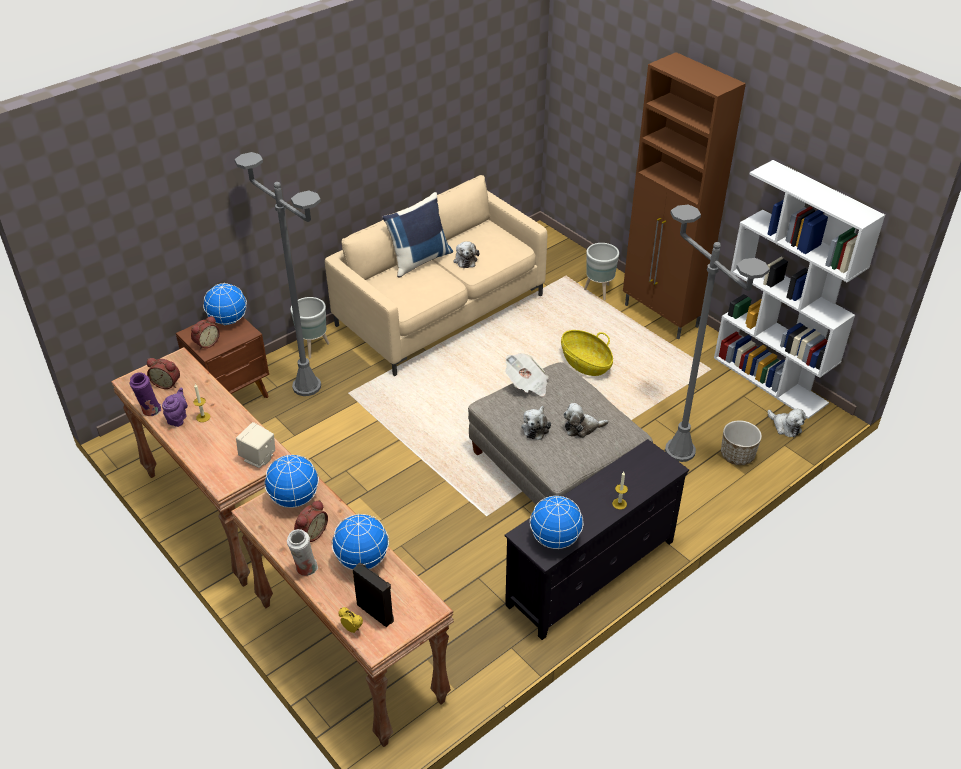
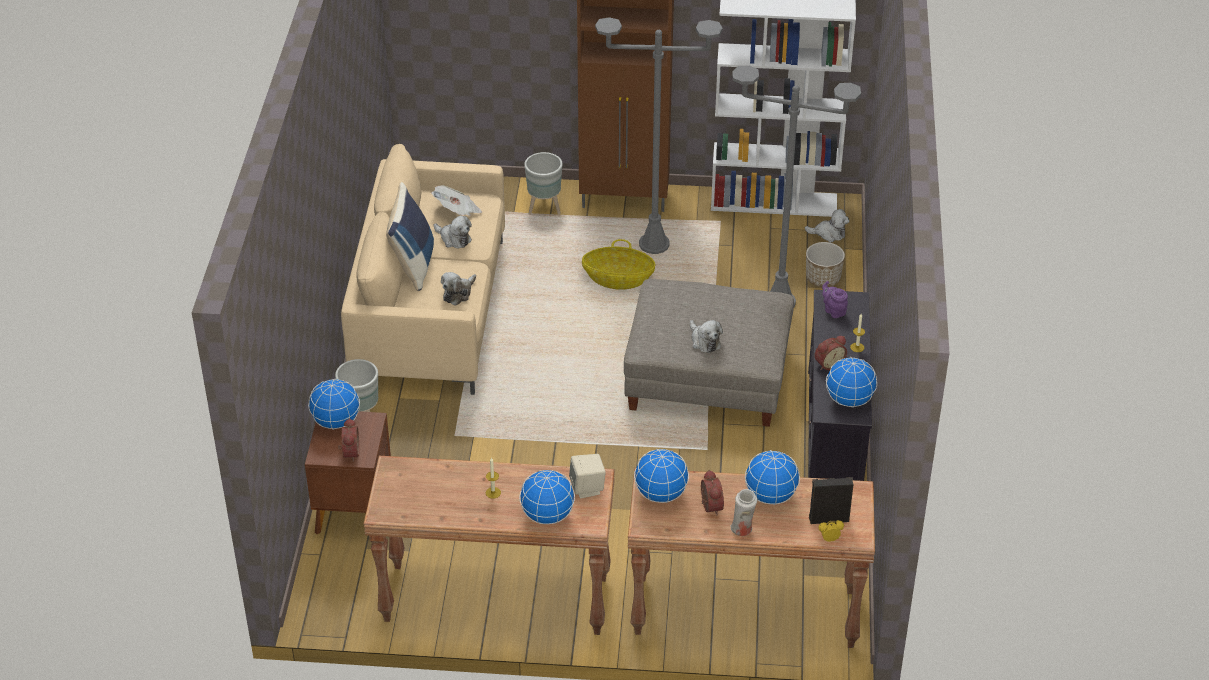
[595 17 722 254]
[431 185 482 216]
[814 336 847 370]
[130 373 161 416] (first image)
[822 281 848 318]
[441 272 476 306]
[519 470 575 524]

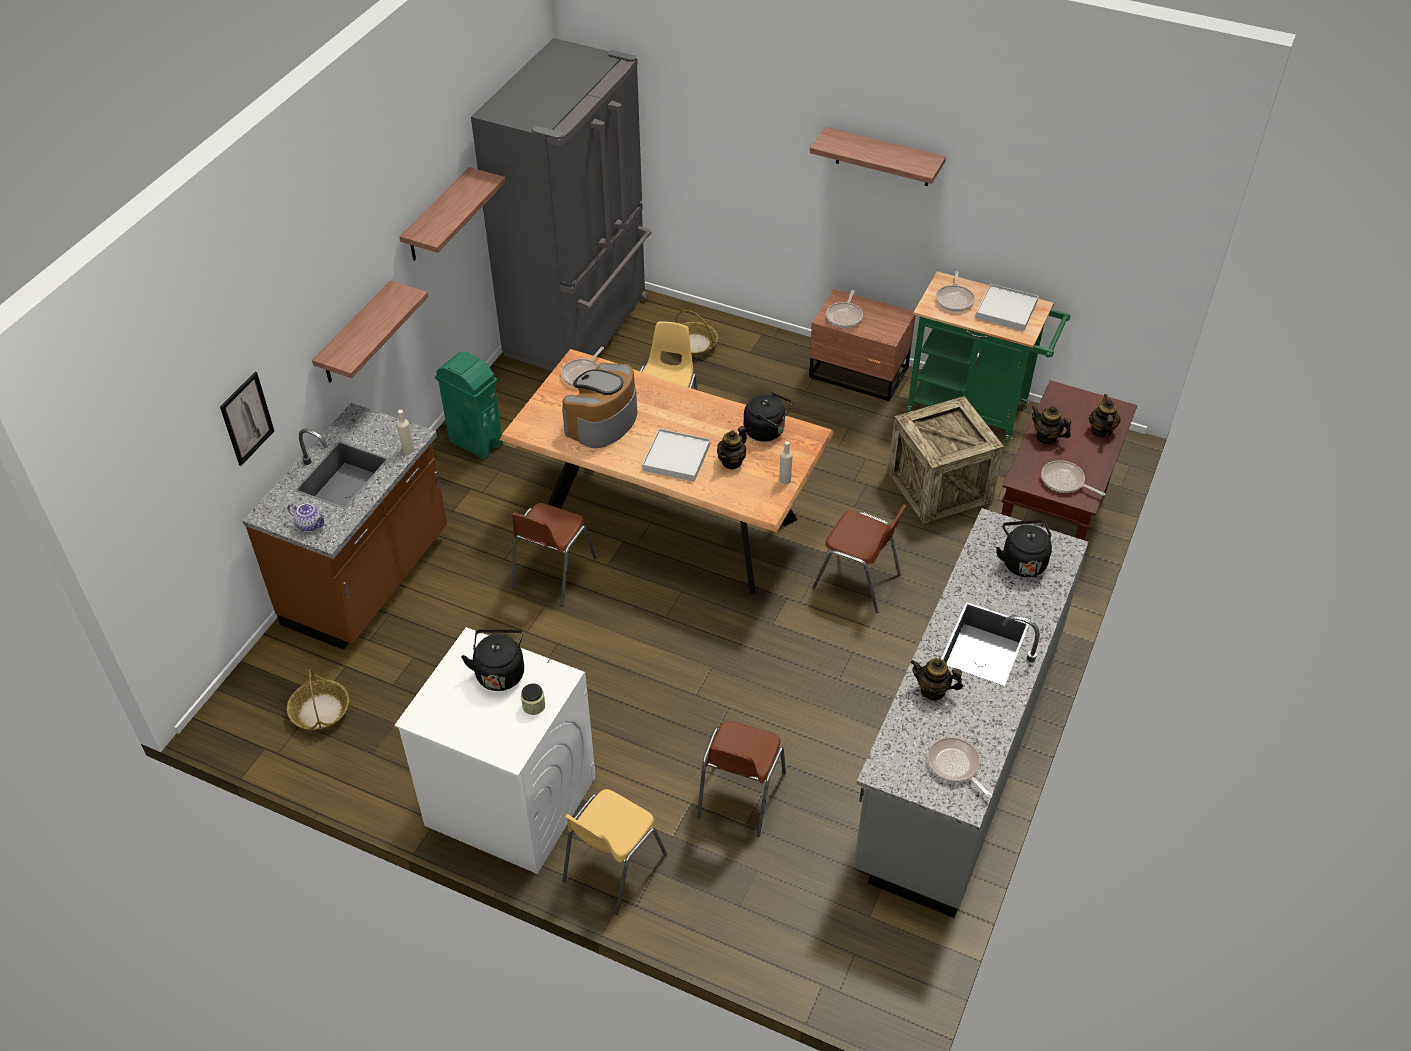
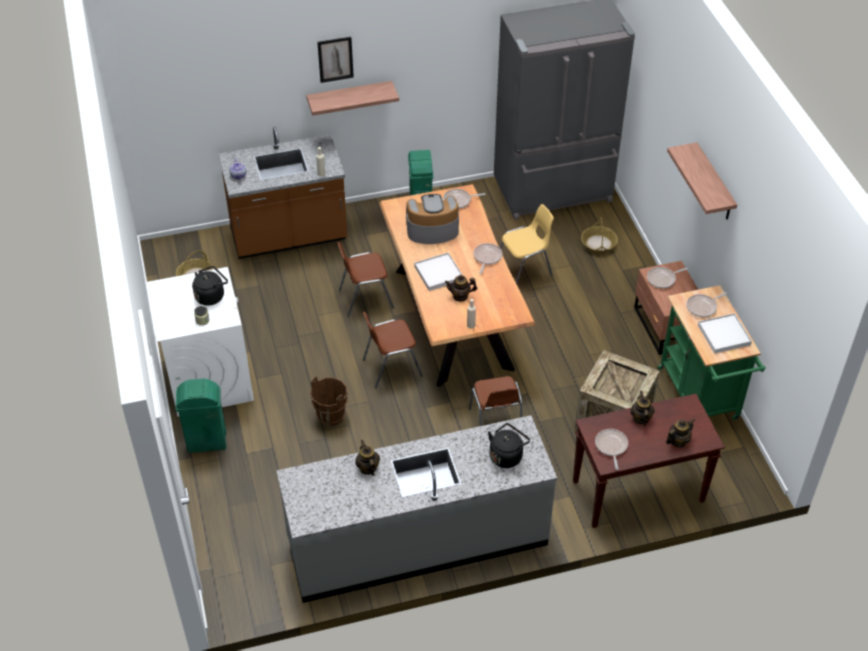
[399 167 506 261] (first image)
[317 37 354 83]
[744 392 793 442] (first image)
[363 312 423 388]
[473 243 502 274]
[176 379 226 453]
[310 377 347 426]

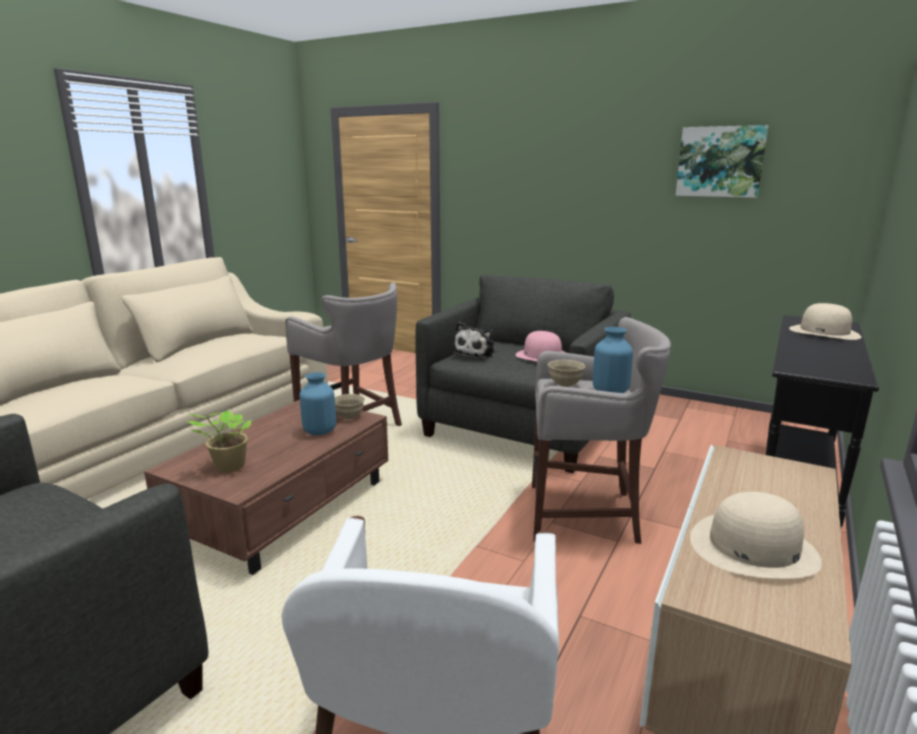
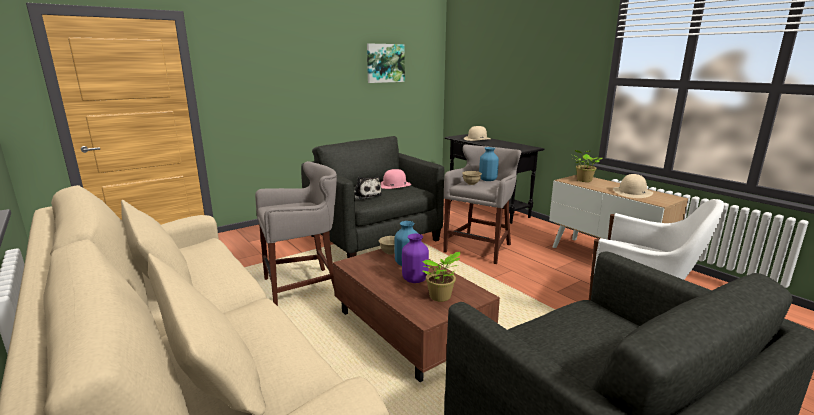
[573 150 602 182]
[402 234 429 283]

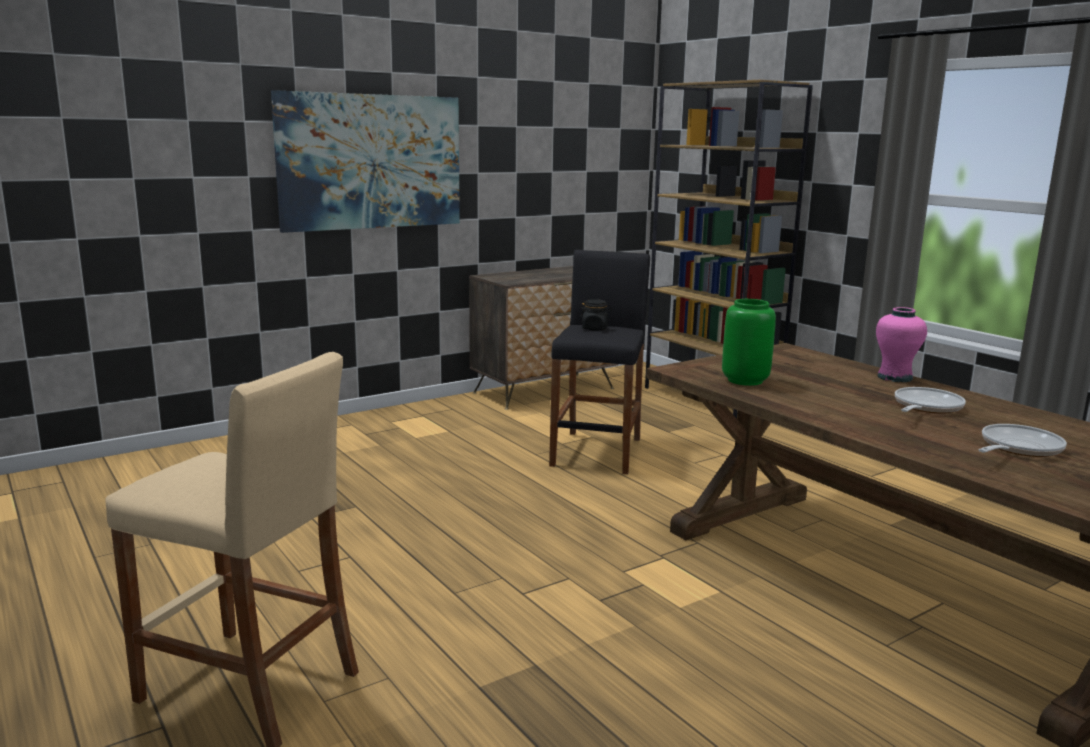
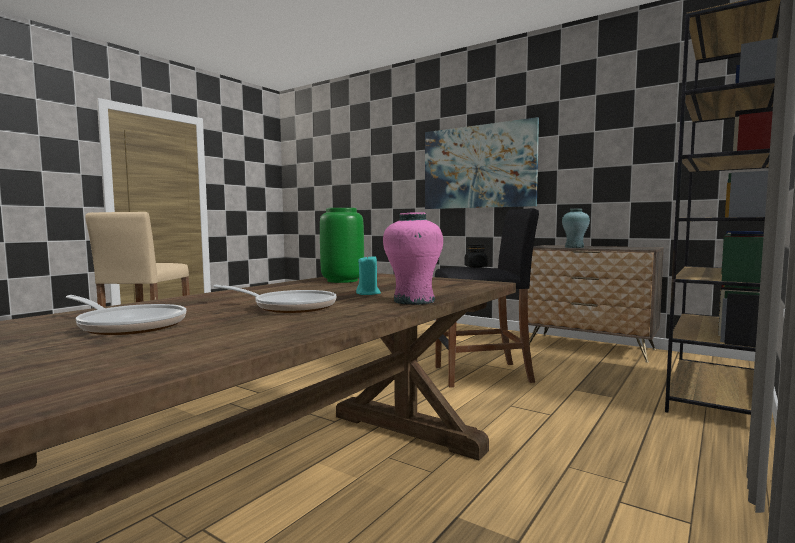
[562 209 590 248]
[356 255 381 295]

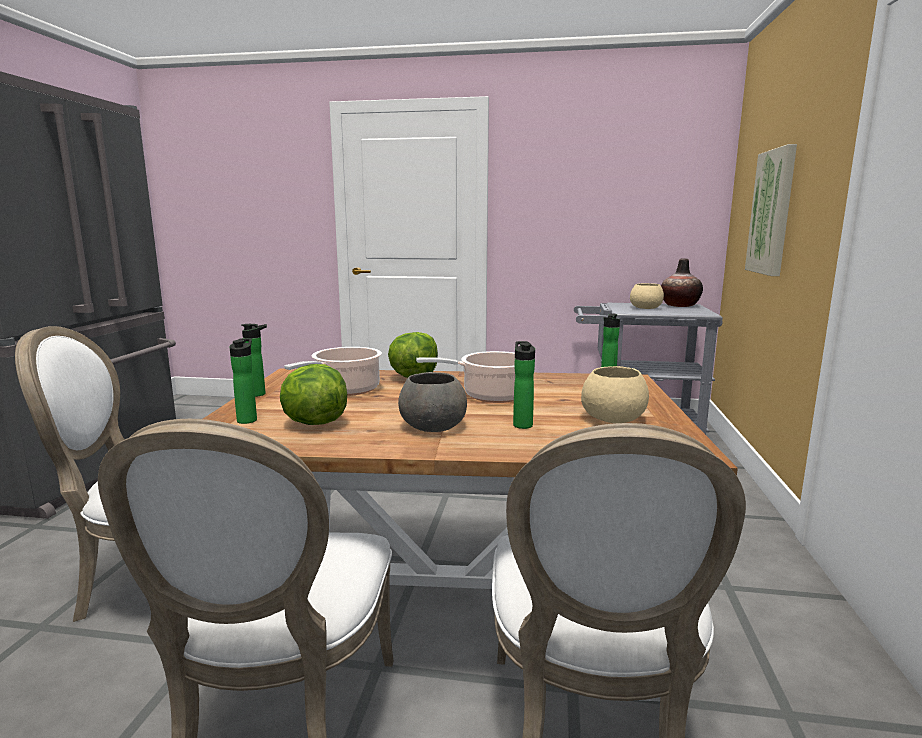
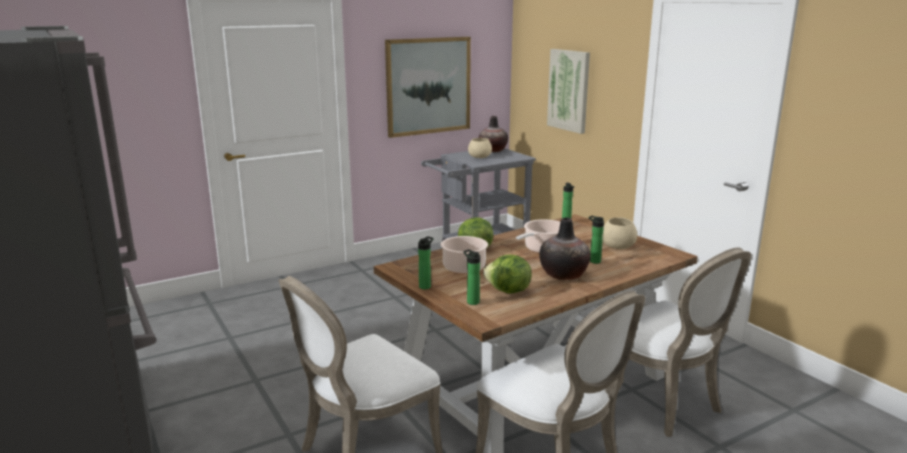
[539 217 591 280]
[385 37 471 138]

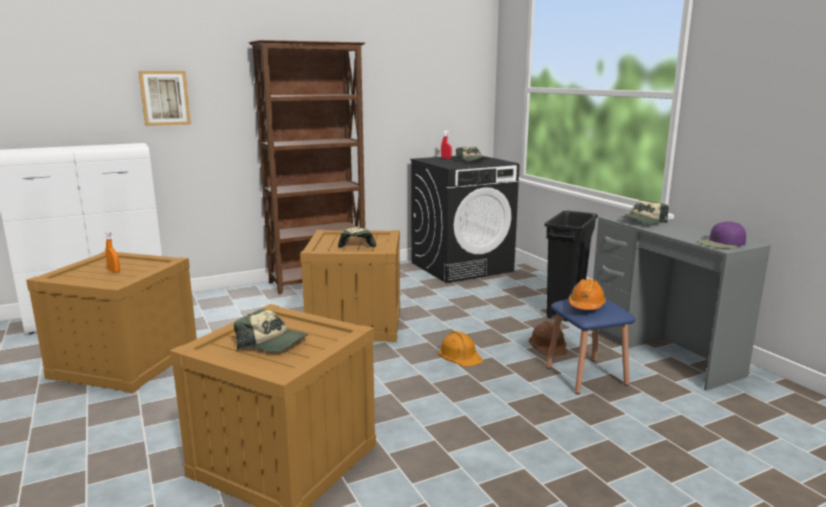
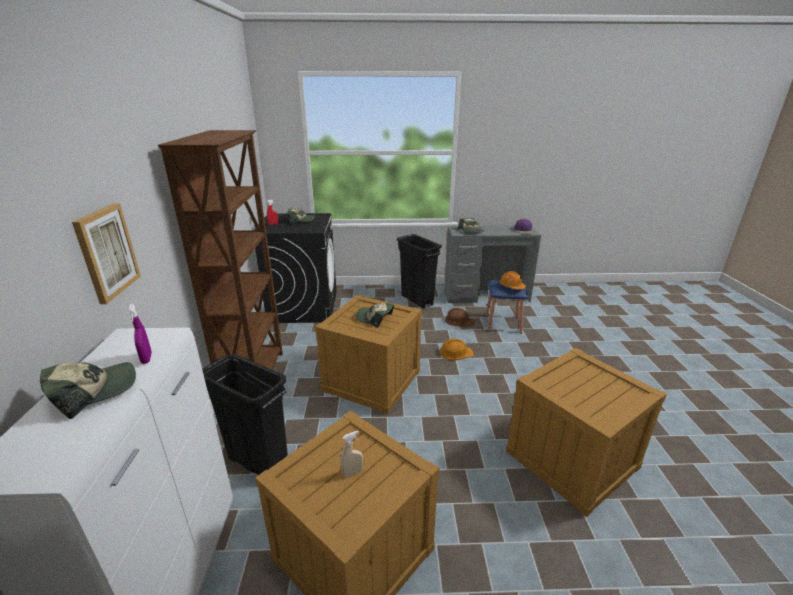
[340 431 363 478]
[40 362 136 419]
[128 304 152 364]
[202 353 288 475]

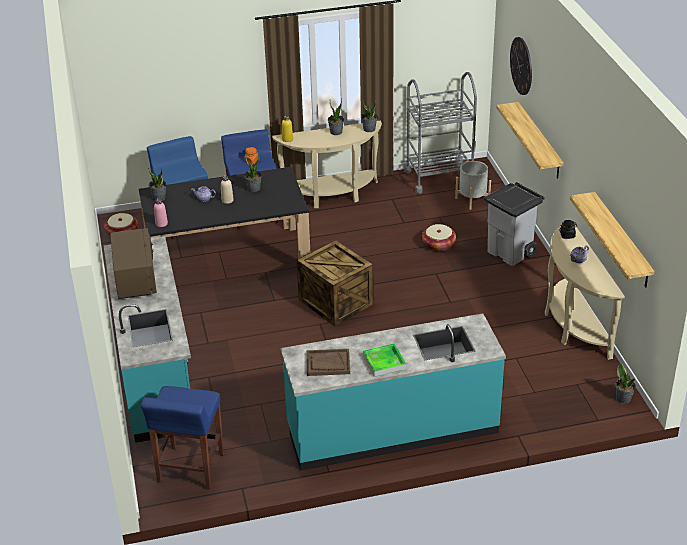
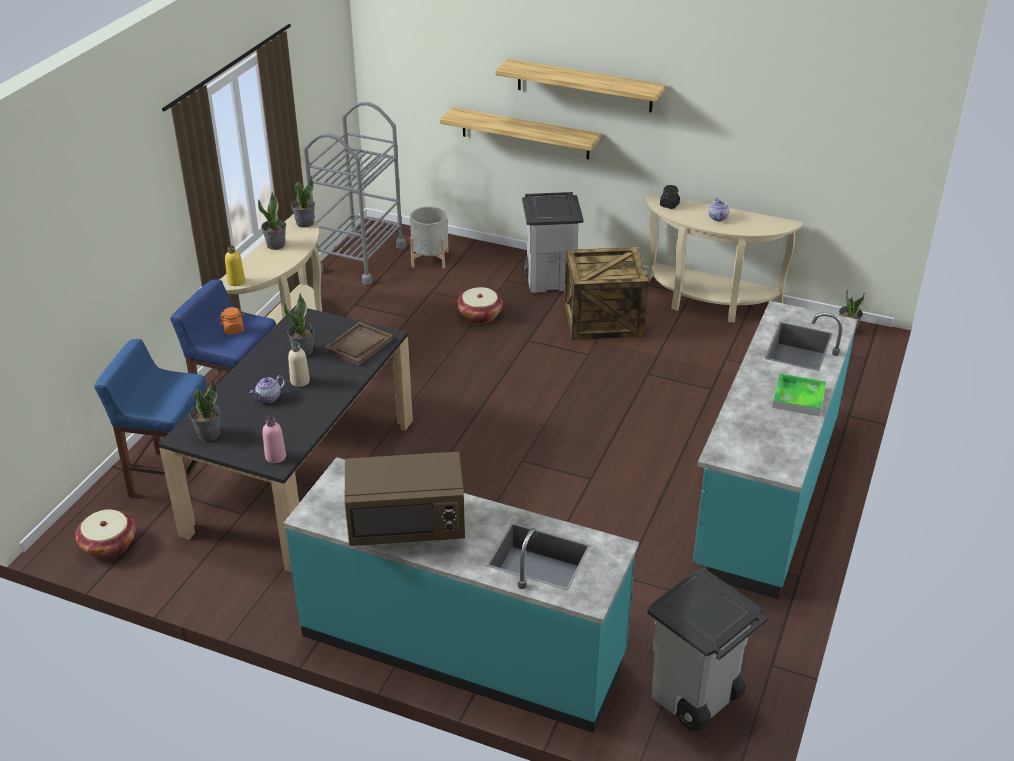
[510 37 532 95] (first image)
[495 59 666 113]
[344 452 465 546]
[564 247 648 340]
[325 322 393 366]
[647 568 768 731]

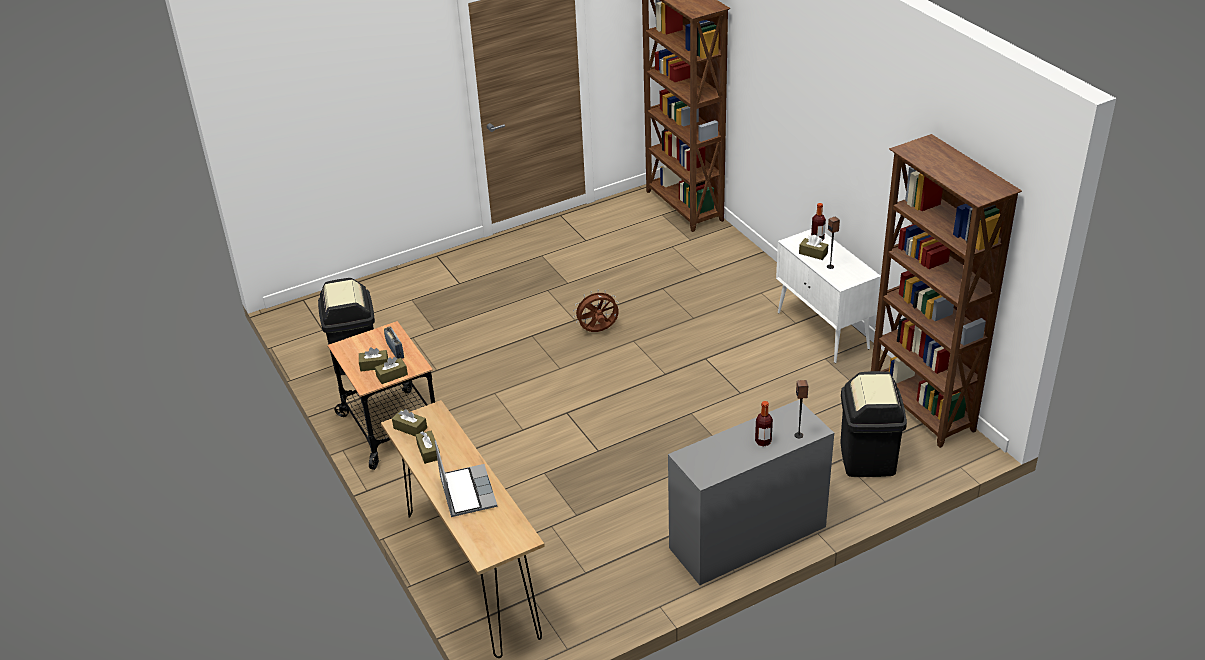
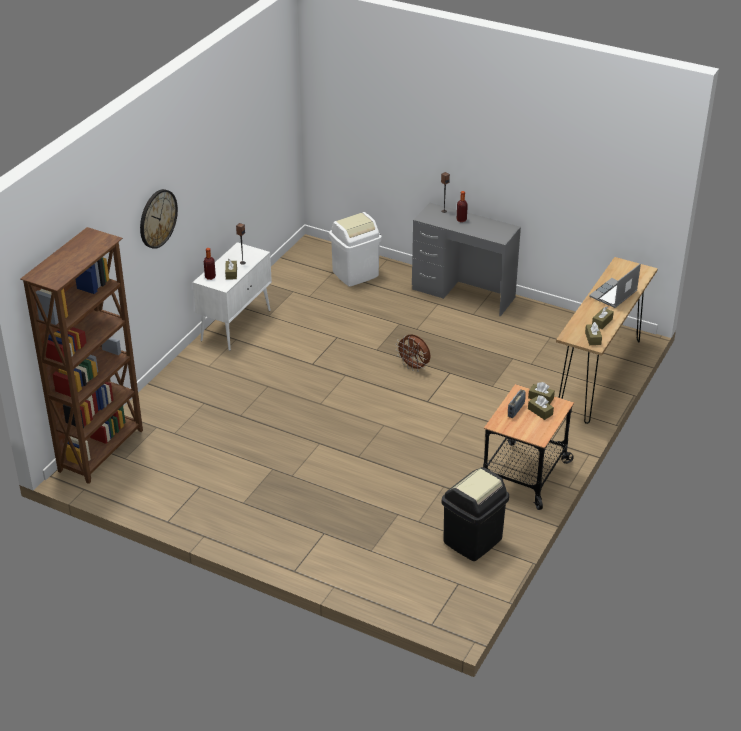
[871 134 1022 448] (first image)
[396 334 430 372]
[329 212 382 287]
[140 189 178 249]

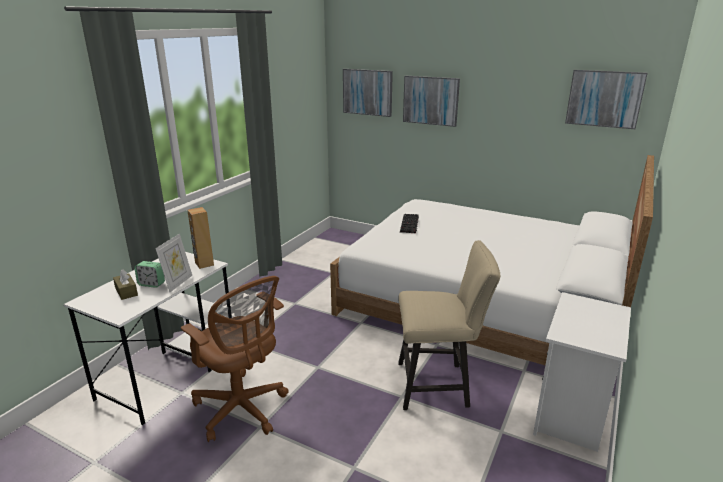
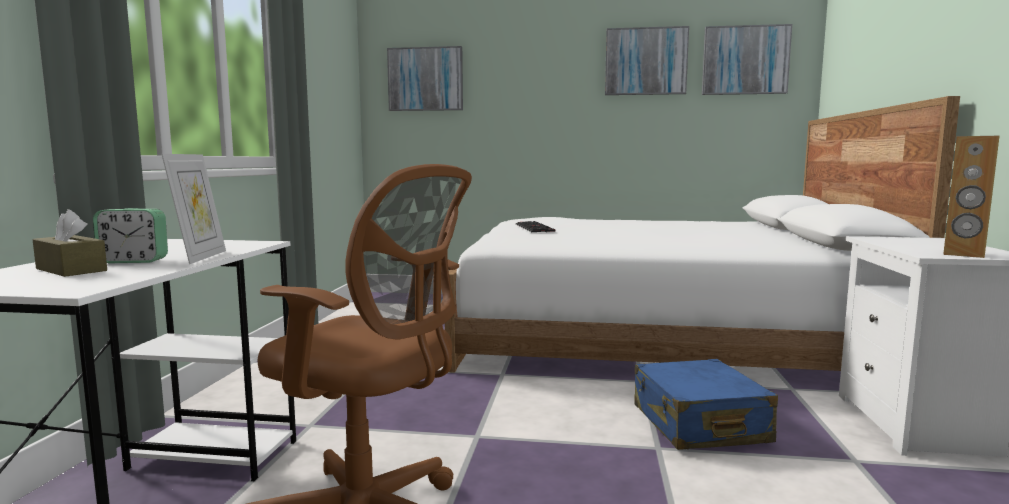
[605 26 689 95]
[943 136 999 258]
[634 359 778 450]

